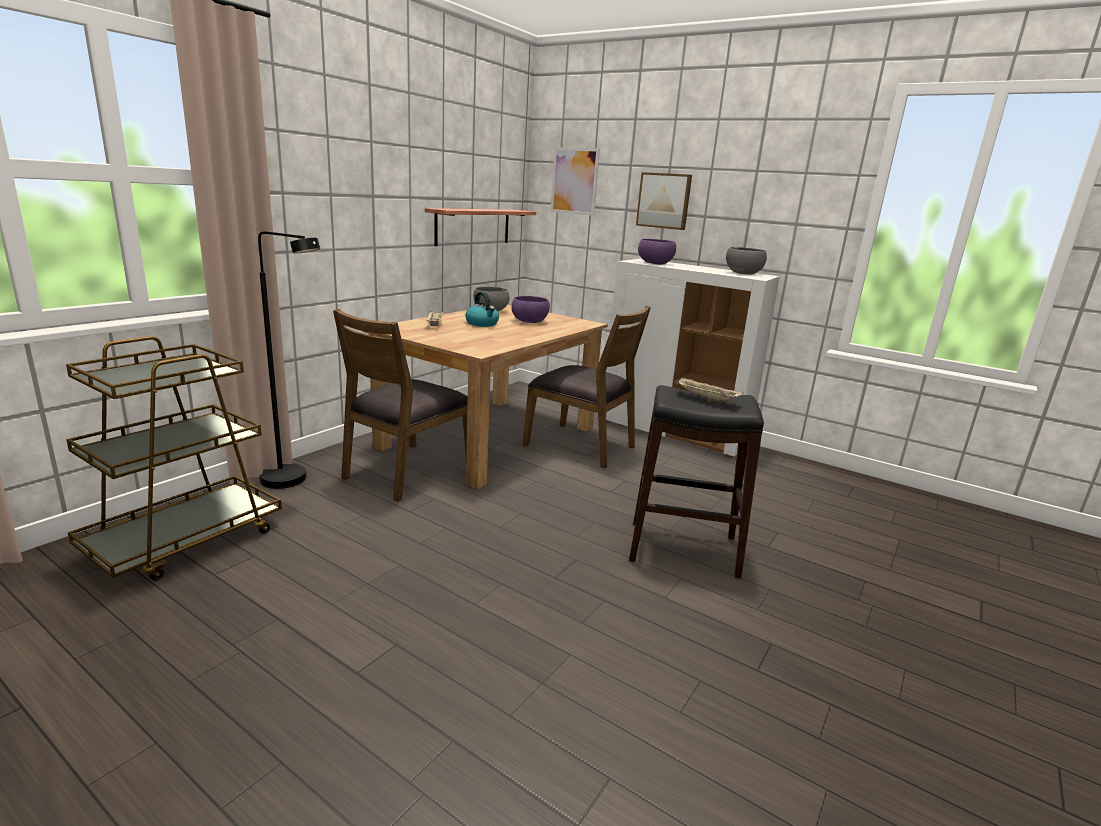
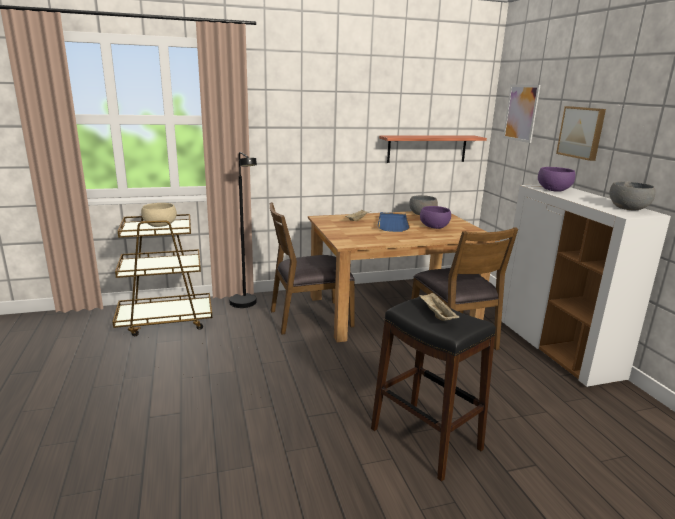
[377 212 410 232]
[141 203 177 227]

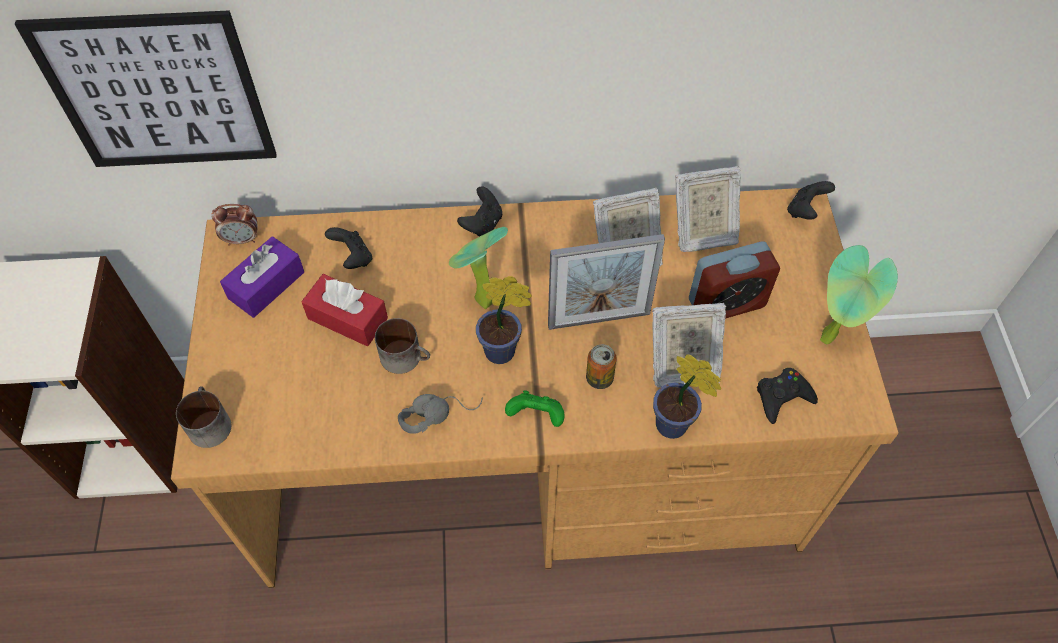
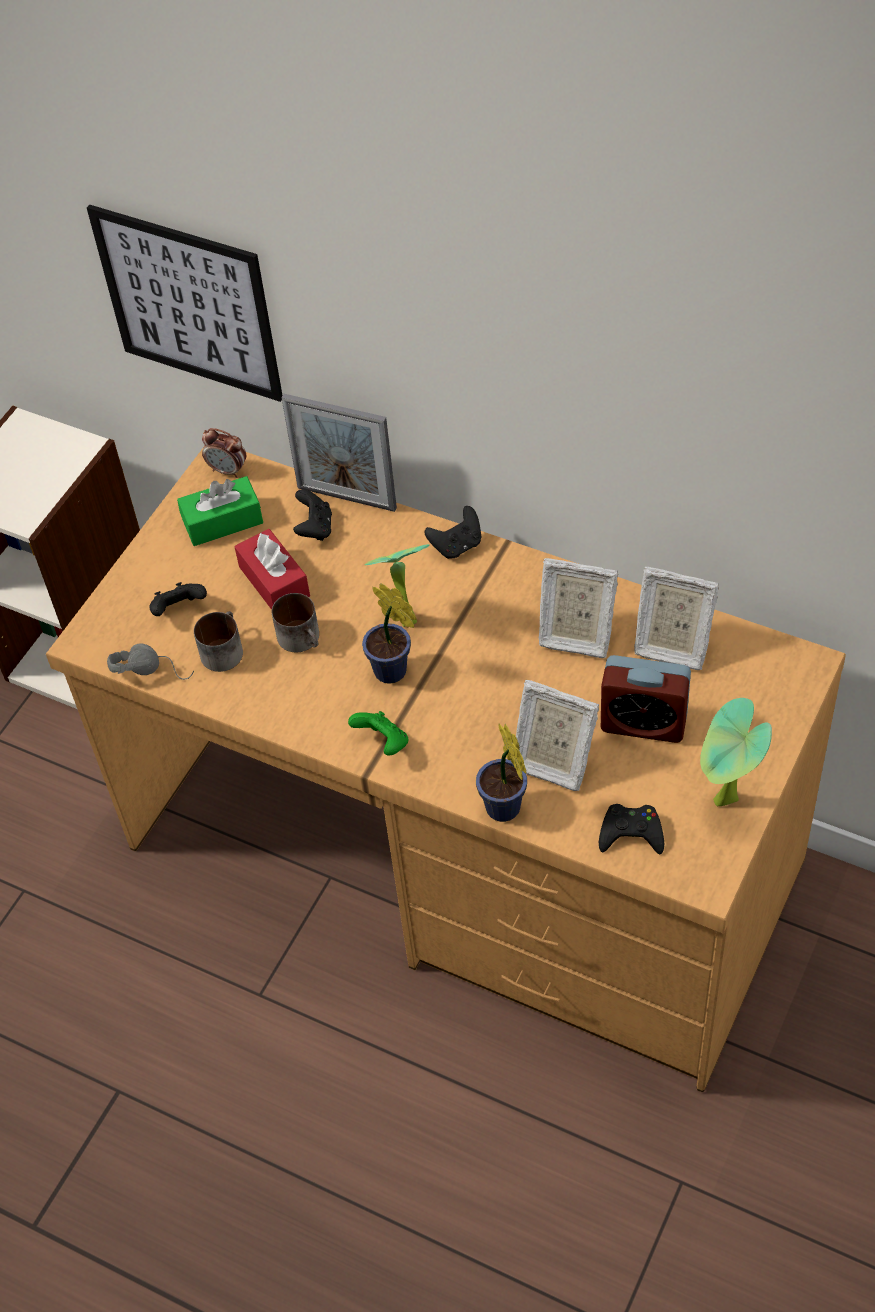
[150 582 207 616]
[281 394 397 512]
[177 476 263 546]
[586 344 617 389] (first image)
[194 611 243 672]
[107 643 194 680]

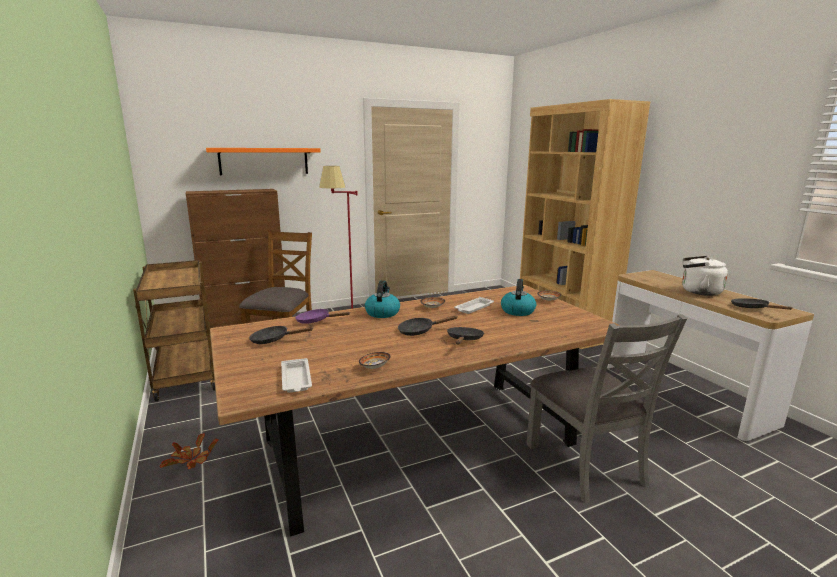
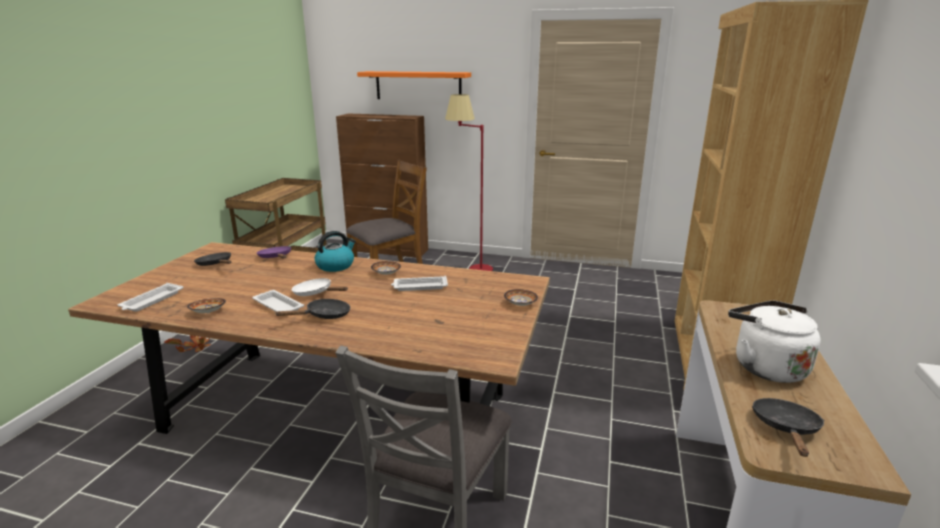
[501 279 536 316] (first image)
[292 278 348 296]
[252 290 304 312]

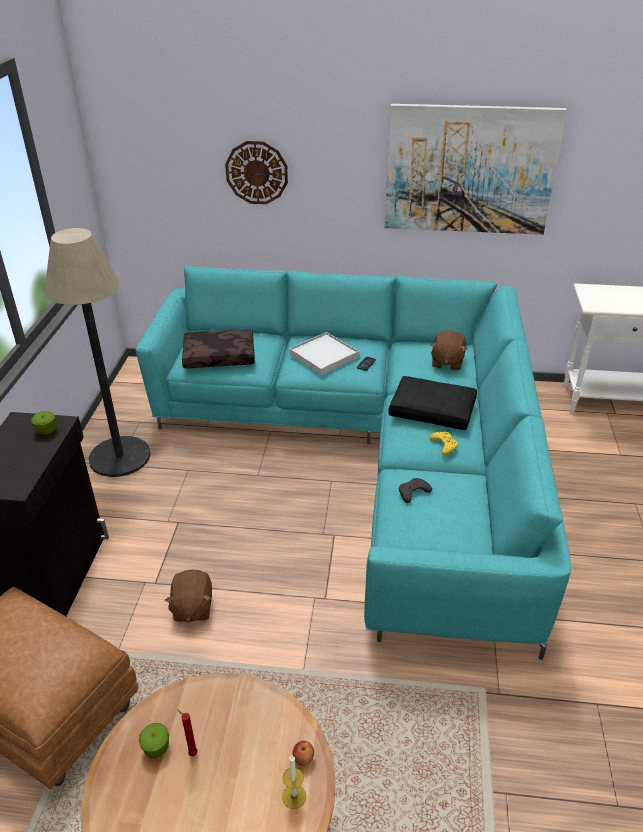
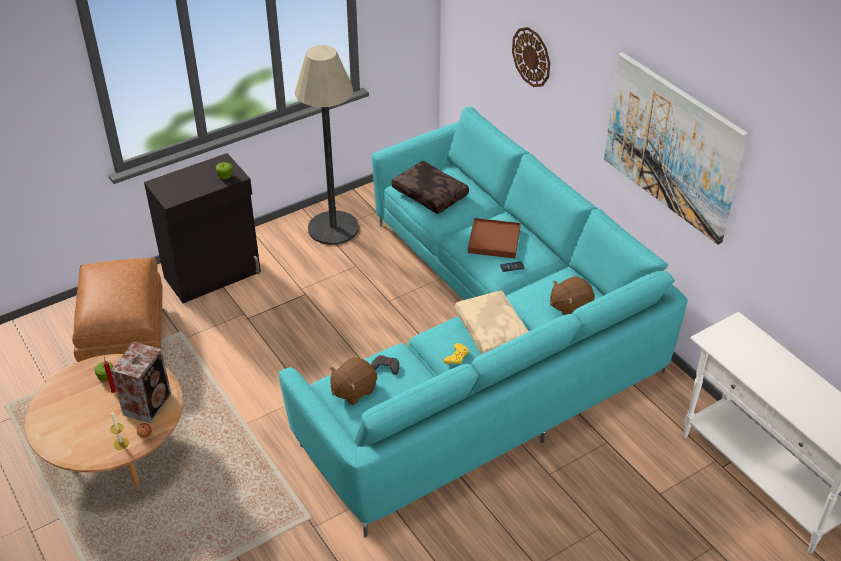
[468 218 521 258]
[455 290 529 354]
[330 357 377 405]
[111 341 171 423]

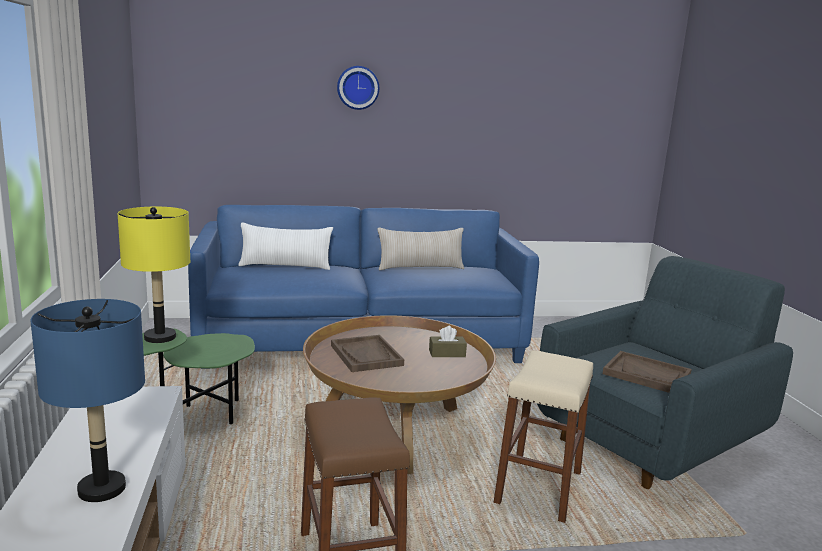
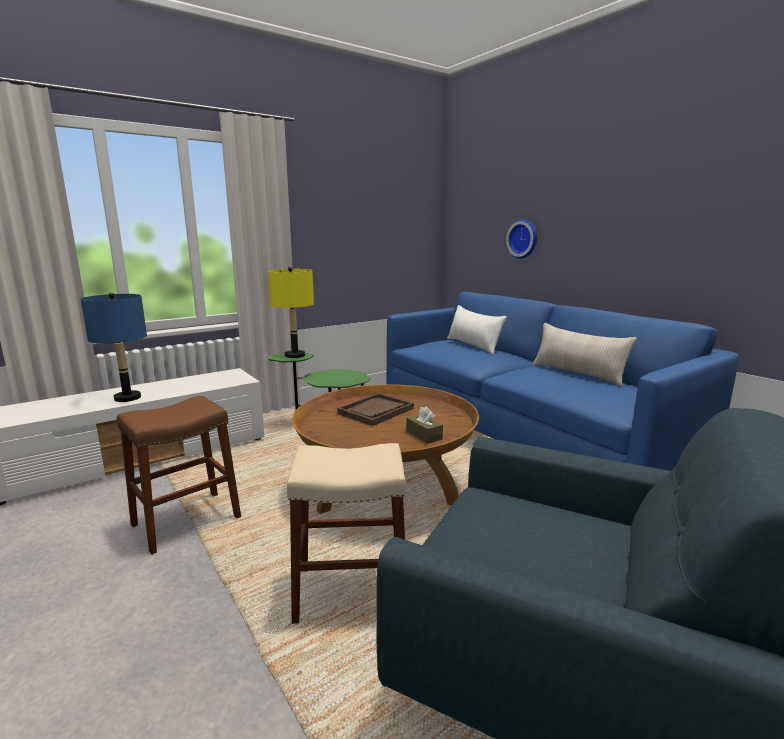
[506 219 537 258]
[603 351 692 393] (first image)

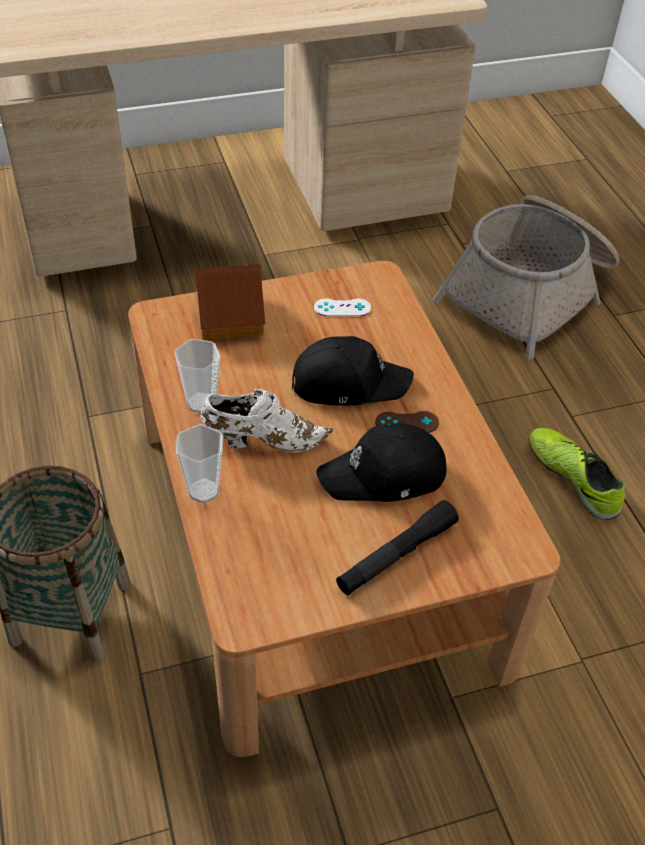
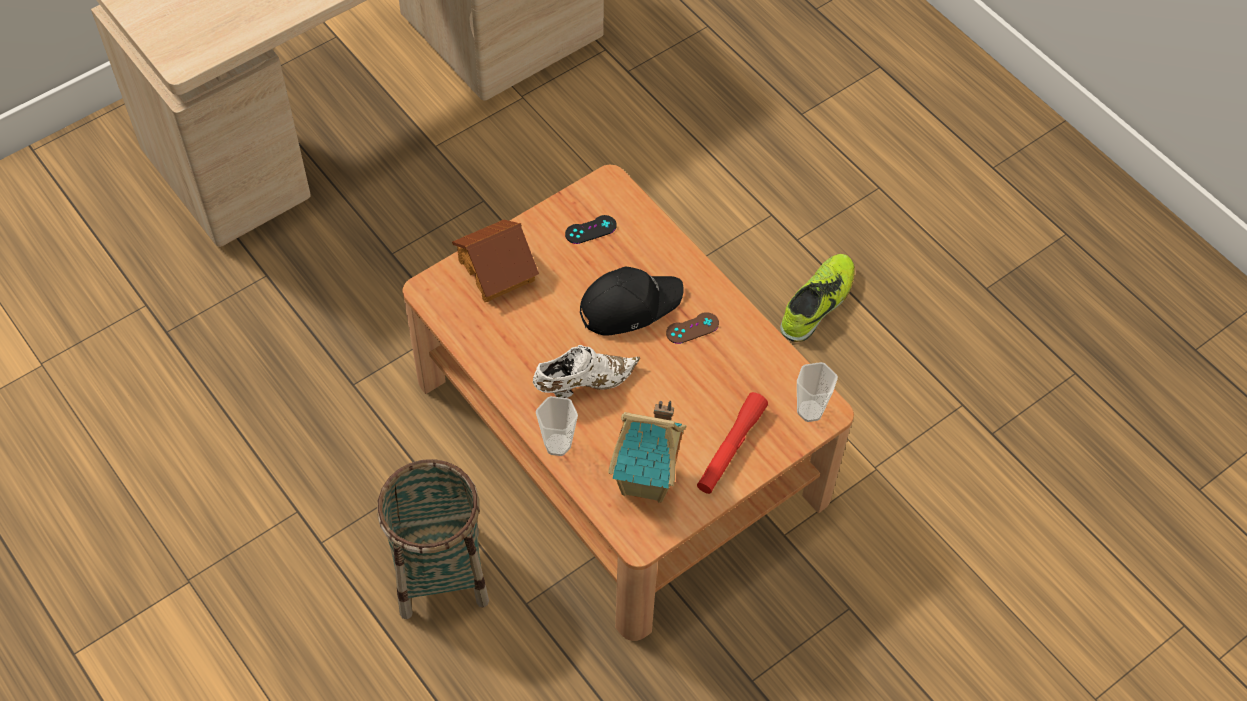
[433 195 620 360] (first image)
[565 215 617 244]
[797 362 838 422]
[317 424 447 502] (first image)
[780 254 855 342]
[697 392 768 494]
[608 401 686 503]

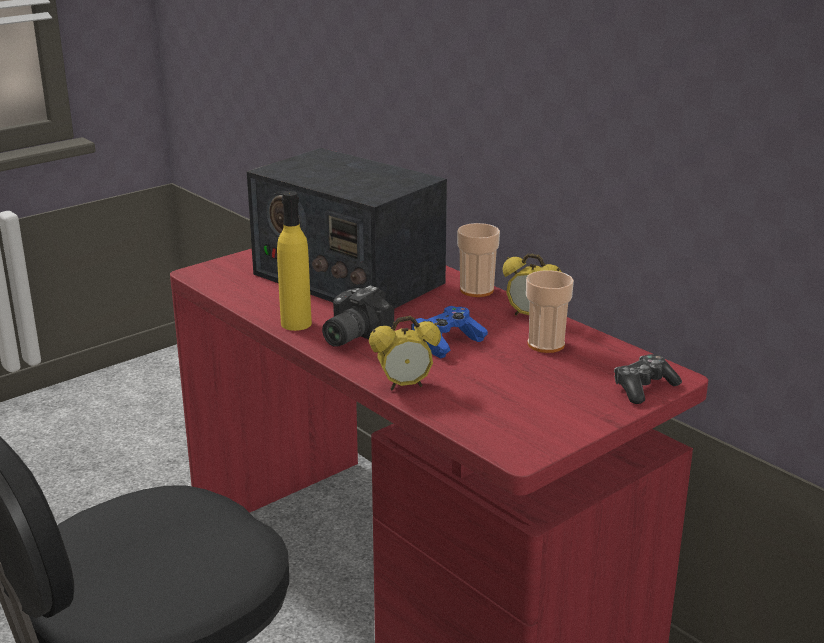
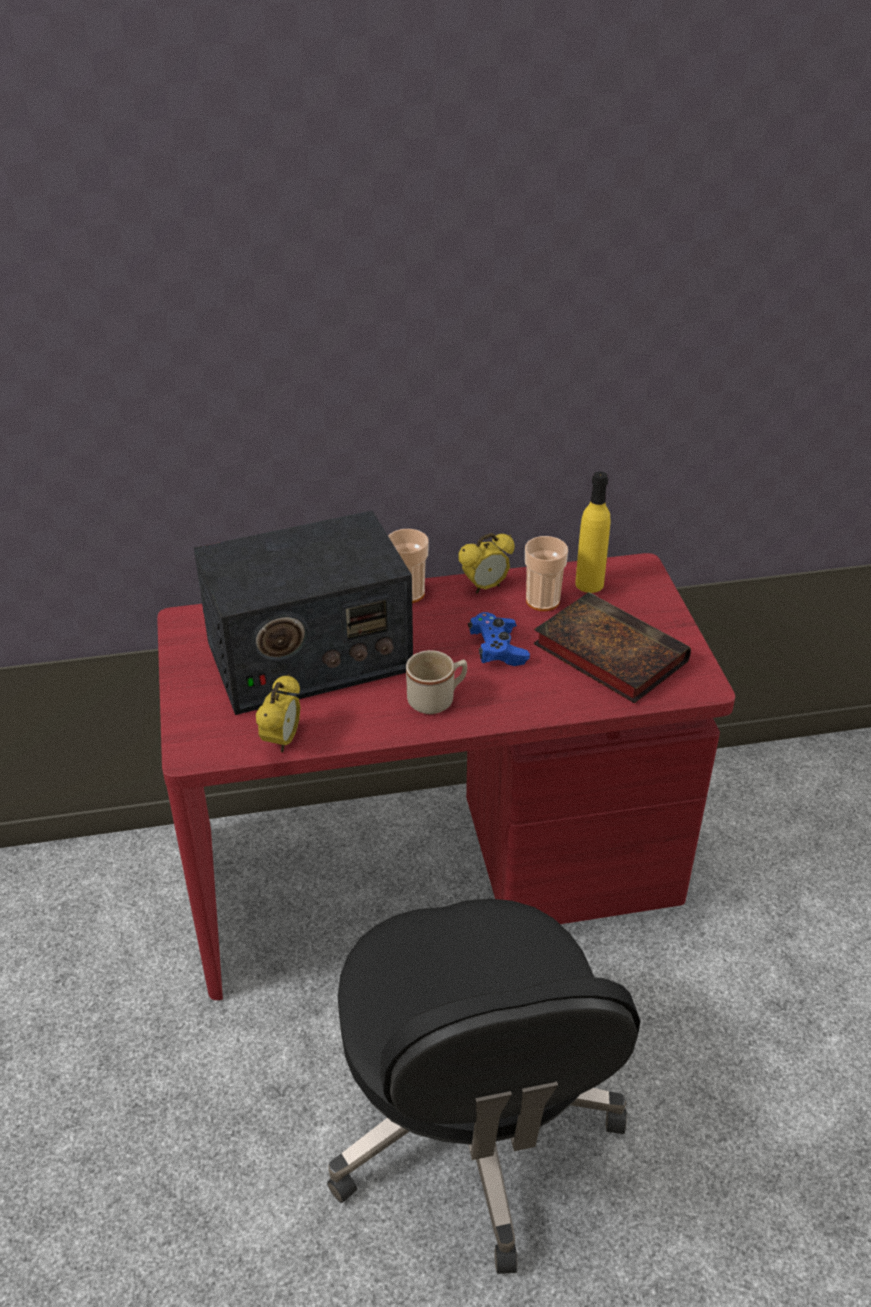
[575 471 611 593]
[406 650 467 714]
[256 674 300 752]
[614 354 682 404] (first image)
[534 592 691 703]

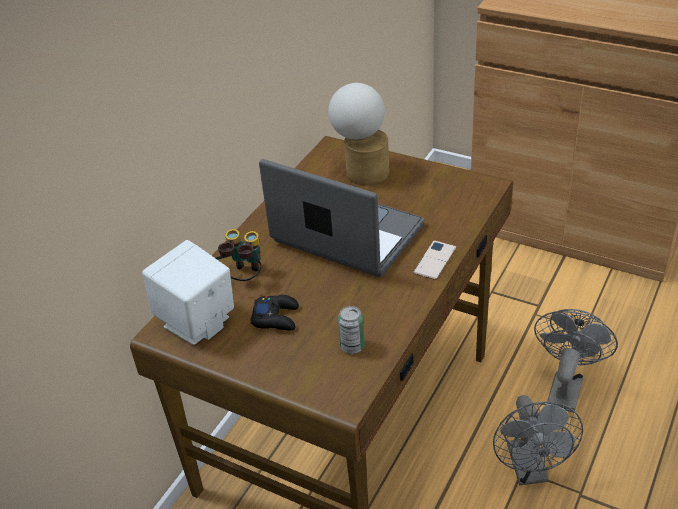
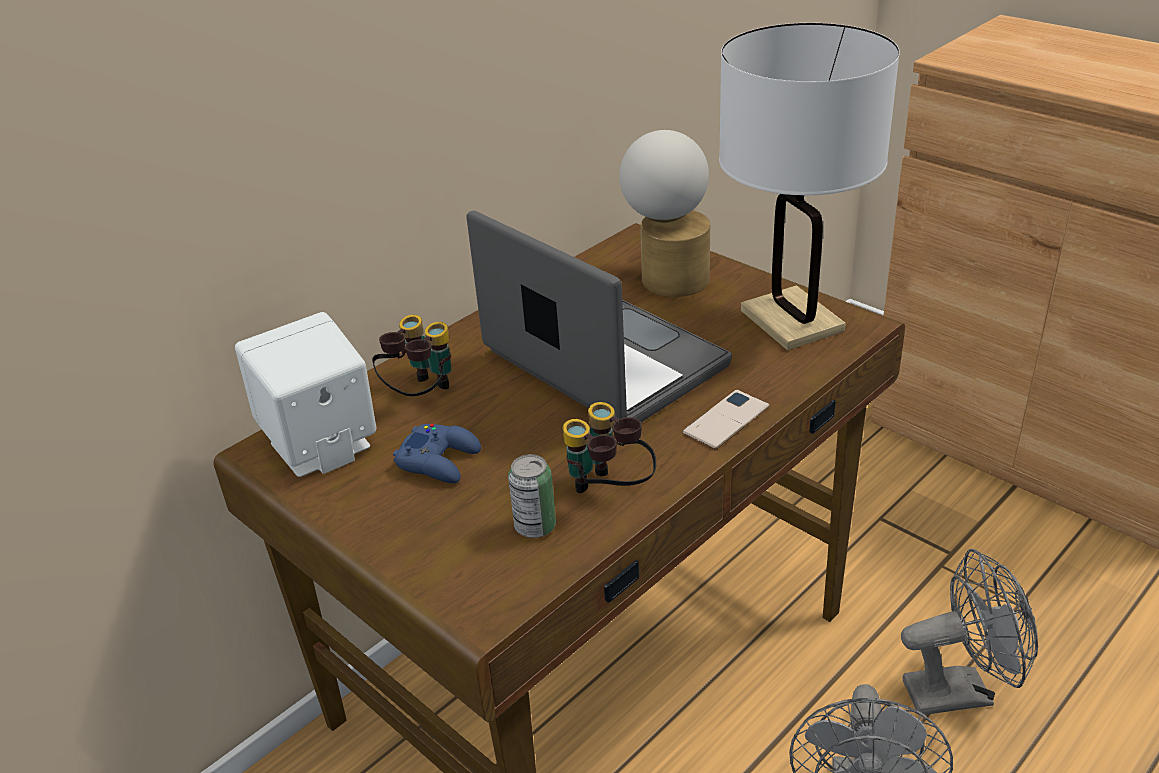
[393 424 481 483]
[901 549 1038 716]
[719 23 900 350]
[563 402 656 493]

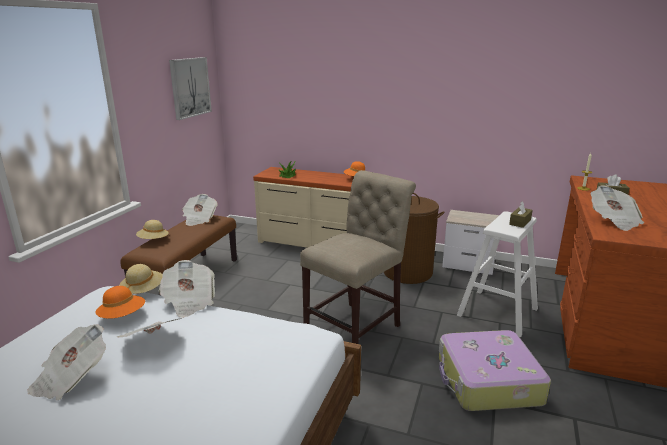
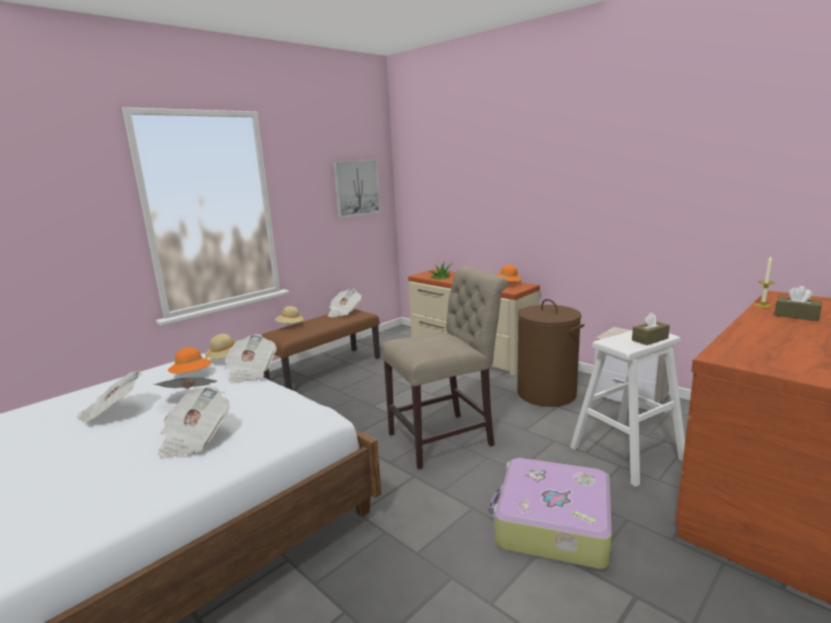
[158 387 230 458]

